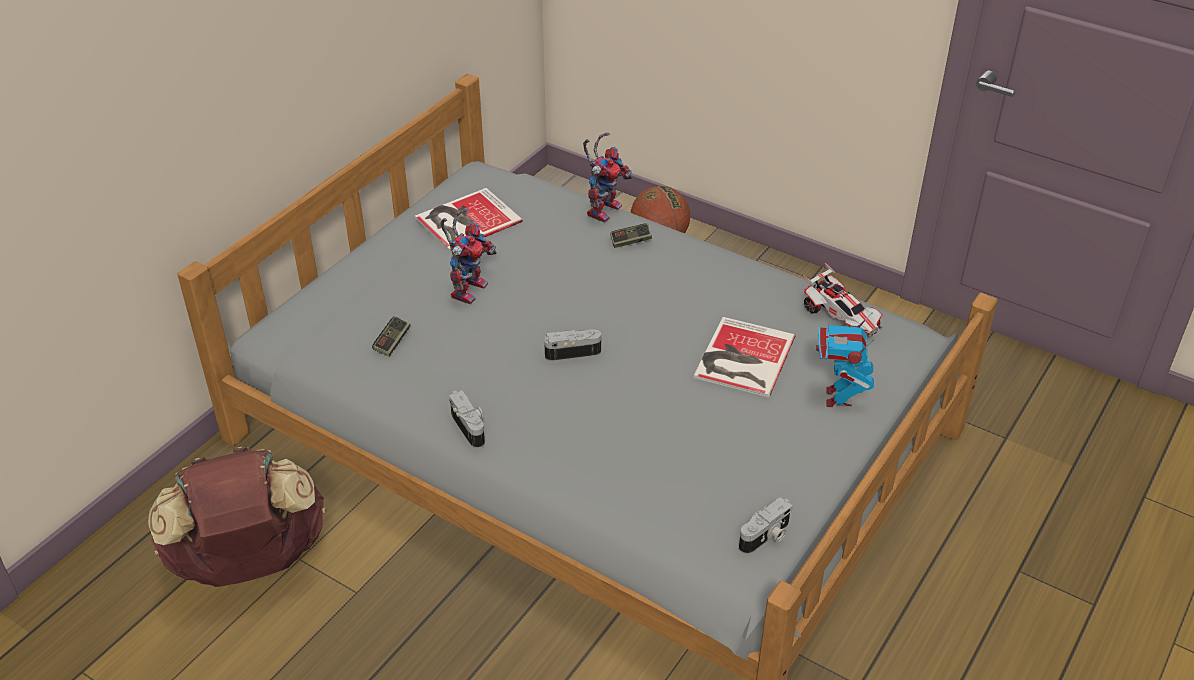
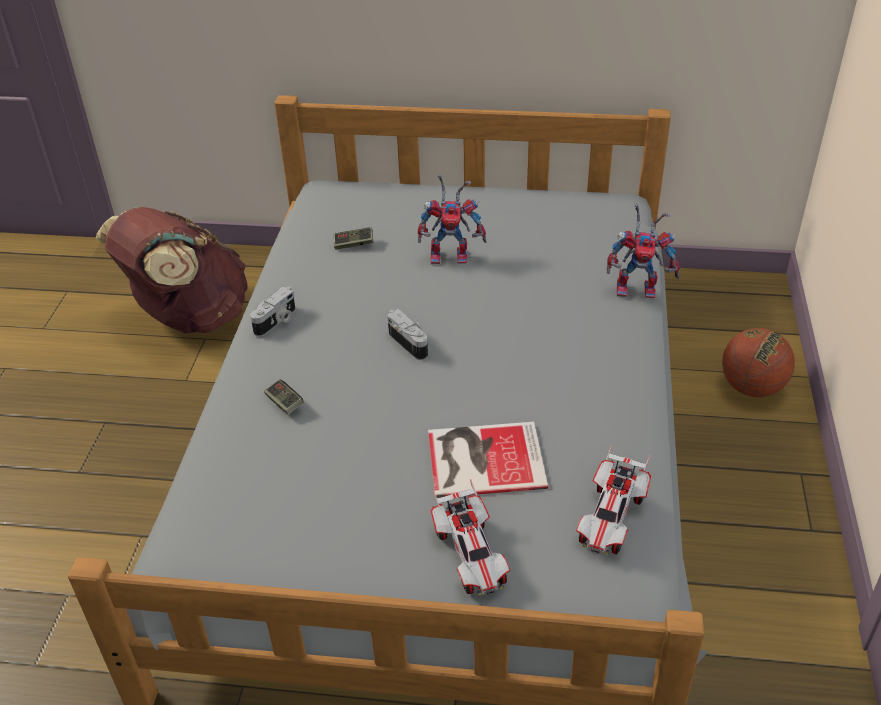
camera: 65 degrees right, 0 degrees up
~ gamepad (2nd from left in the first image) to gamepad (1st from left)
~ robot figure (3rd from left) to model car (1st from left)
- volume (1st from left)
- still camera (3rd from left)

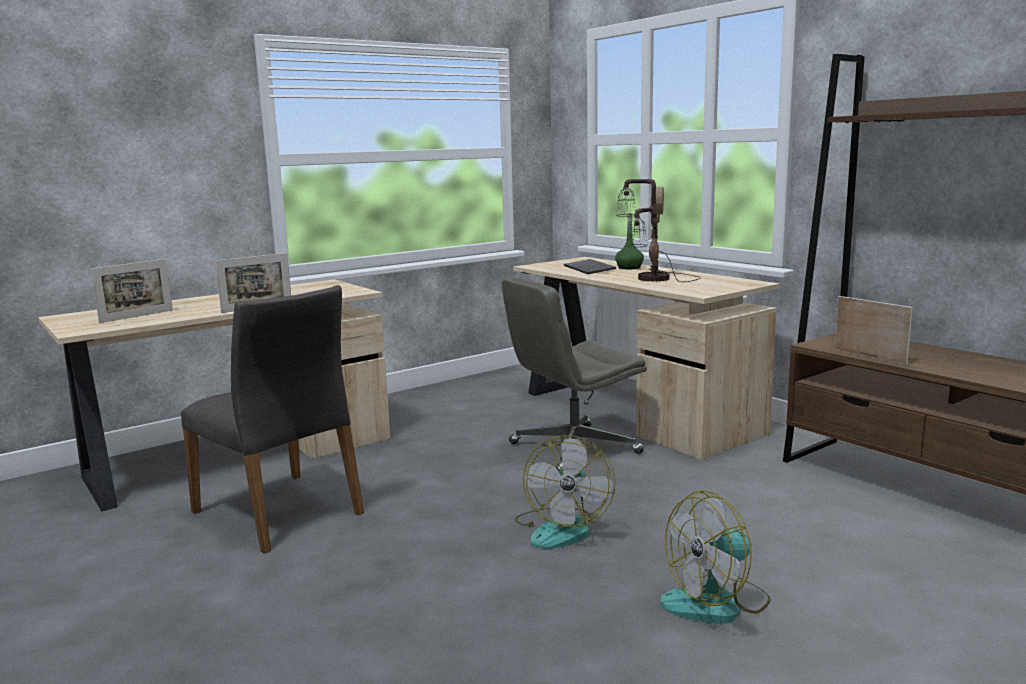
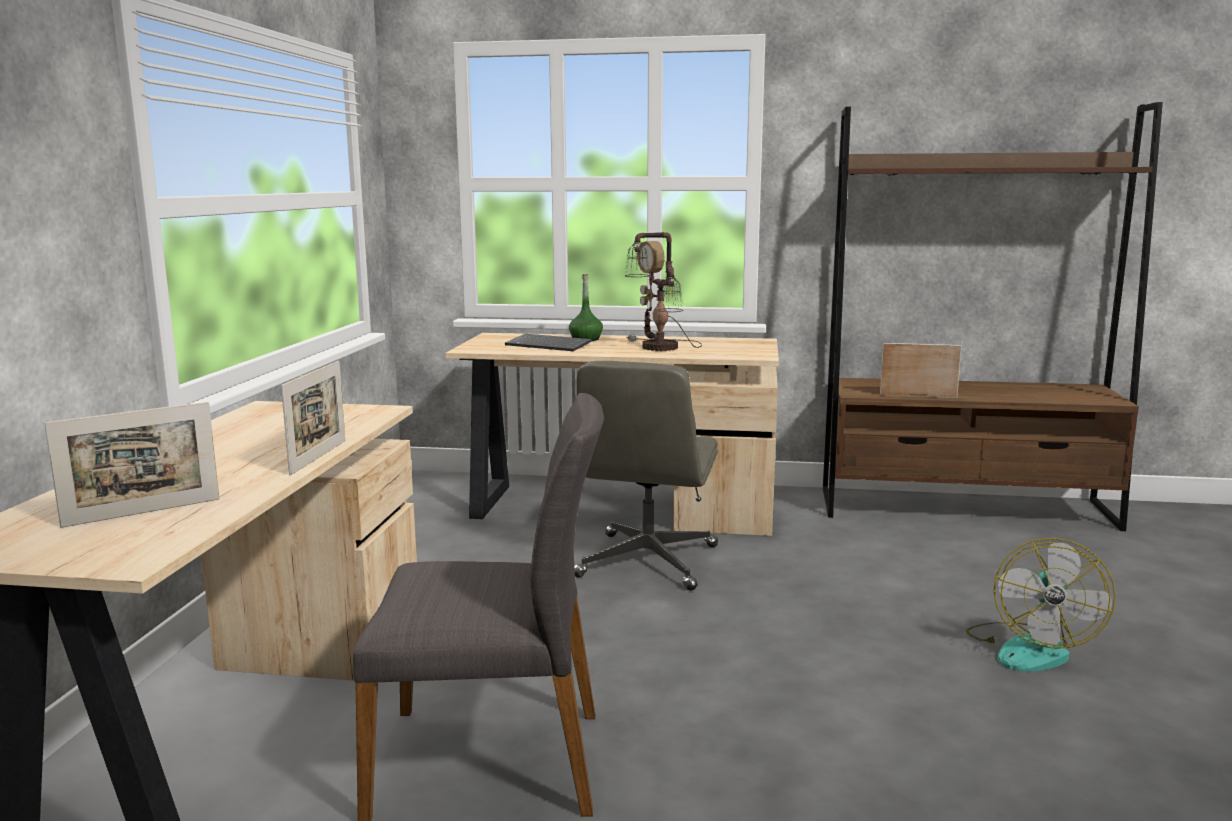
camera: 45 degrees left, 0 degrees up
~ standing frame (1st from left) 60 degrees clockwise
- electric fan (1st from left)

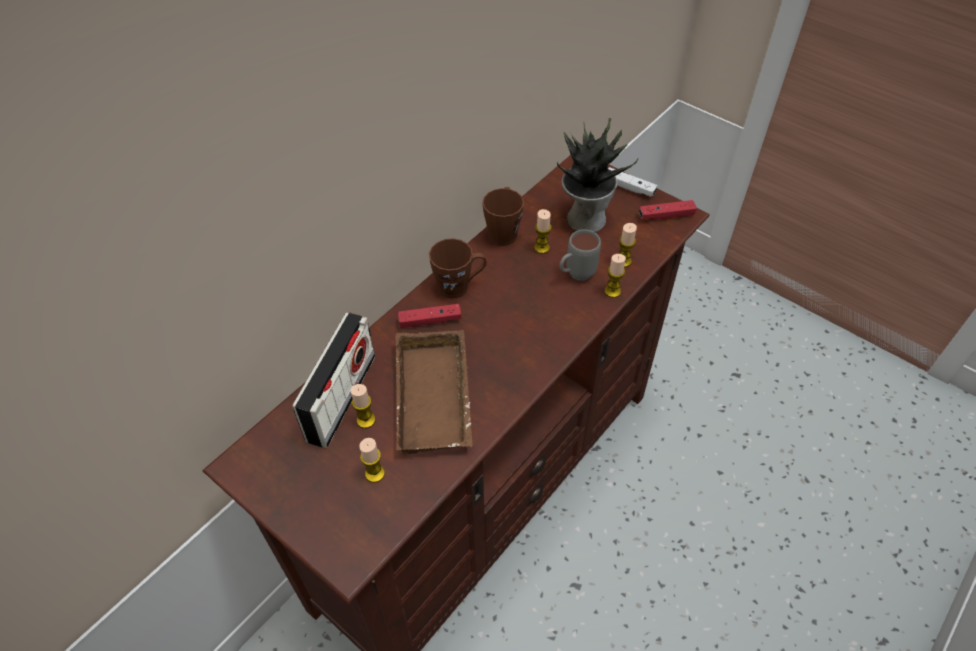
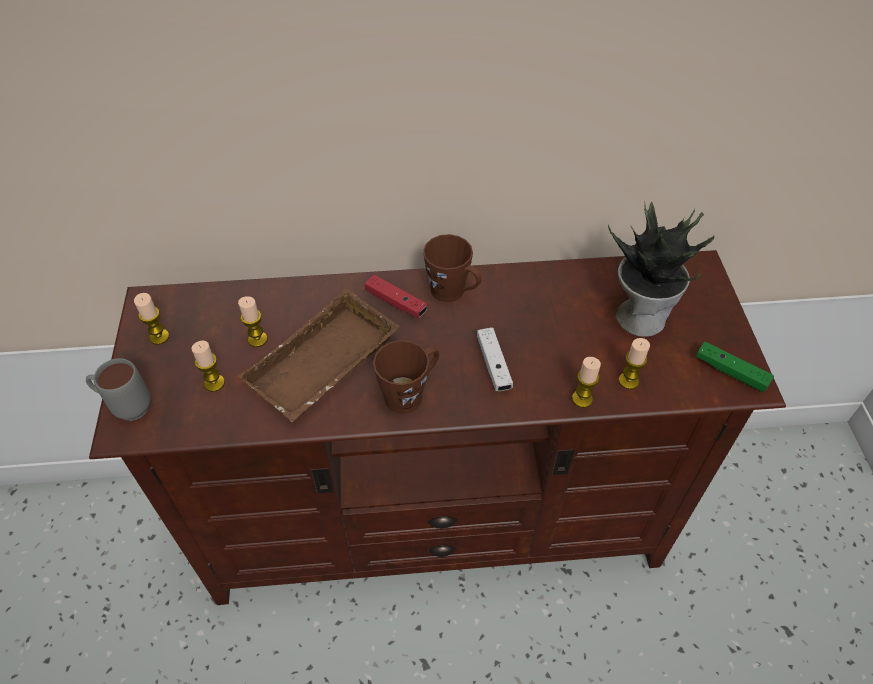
camera: 45 degrees right, 0 degrees up
~ grey mug
~ candle (3rd from left in the first image) to candle (1st from left)
~ brownish mug (2nd from left in the first image) to brownish mug (1st from left)
~ whitish gamepad
~ reddish gamepad (2nd from left) to green gamepad
- radio receiver

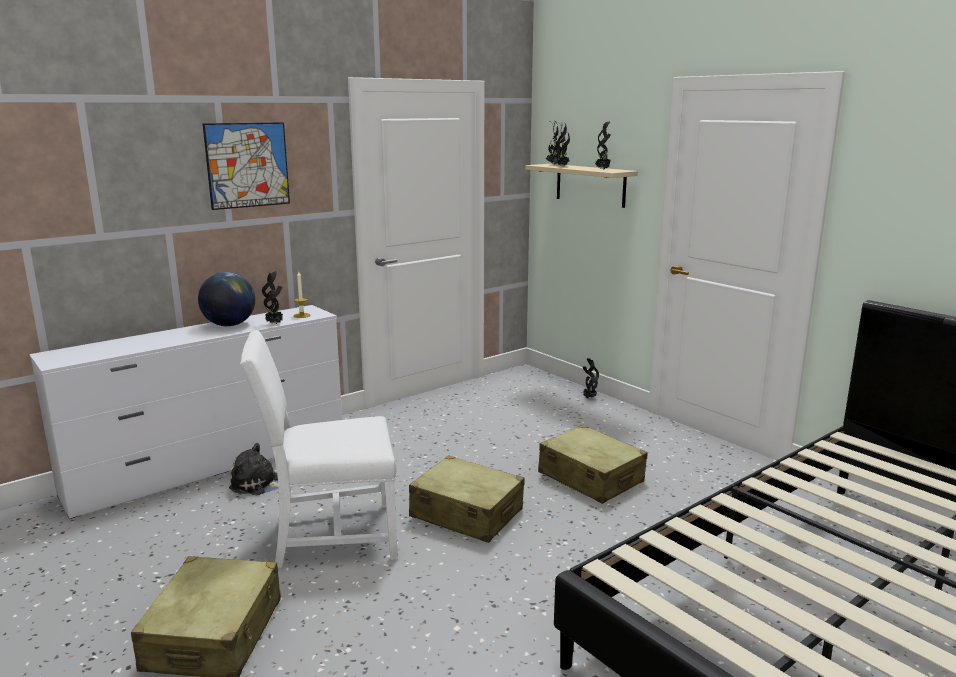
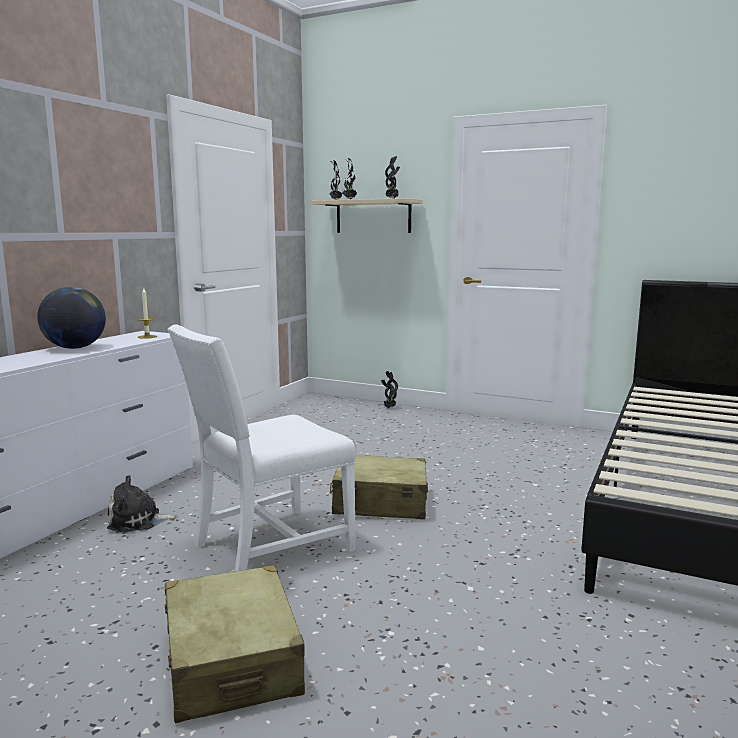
camera: 25 degrees left, 5 degrees down
- wall picture
- potted plant (1st from left)
- beige suitcase (3rd from left)

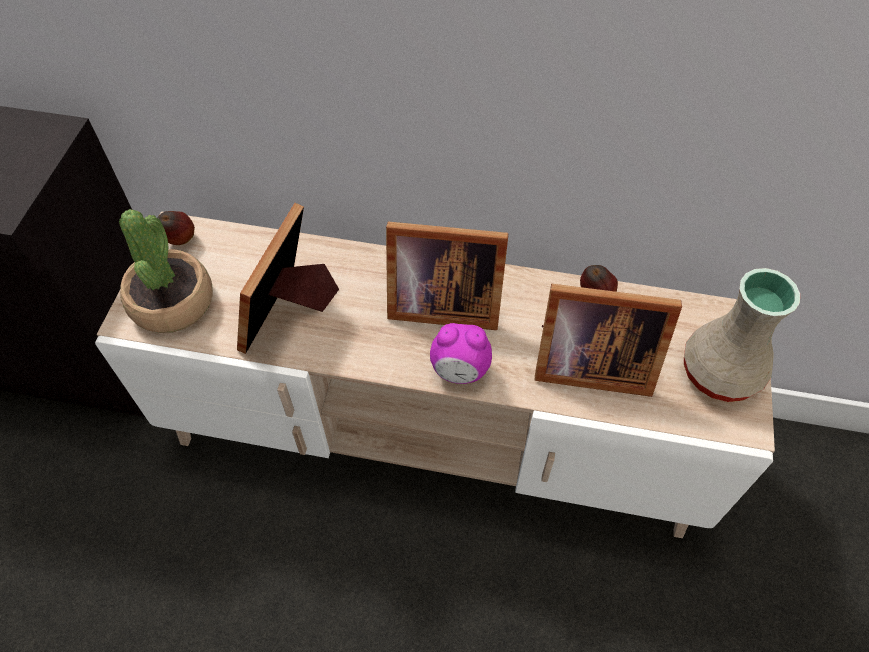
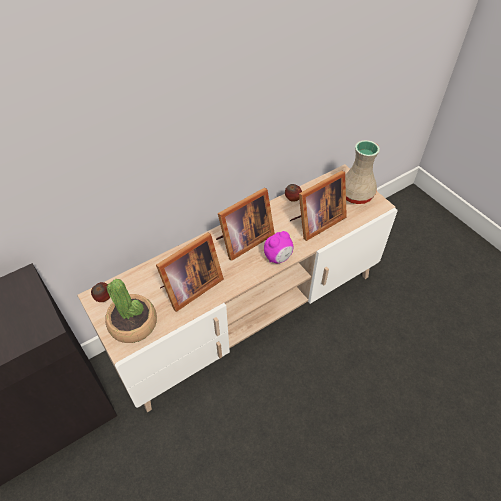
camera: 45 degrees left, 5 degrees down
~ standing frame (1st from left) 105 degrees counterclockwise

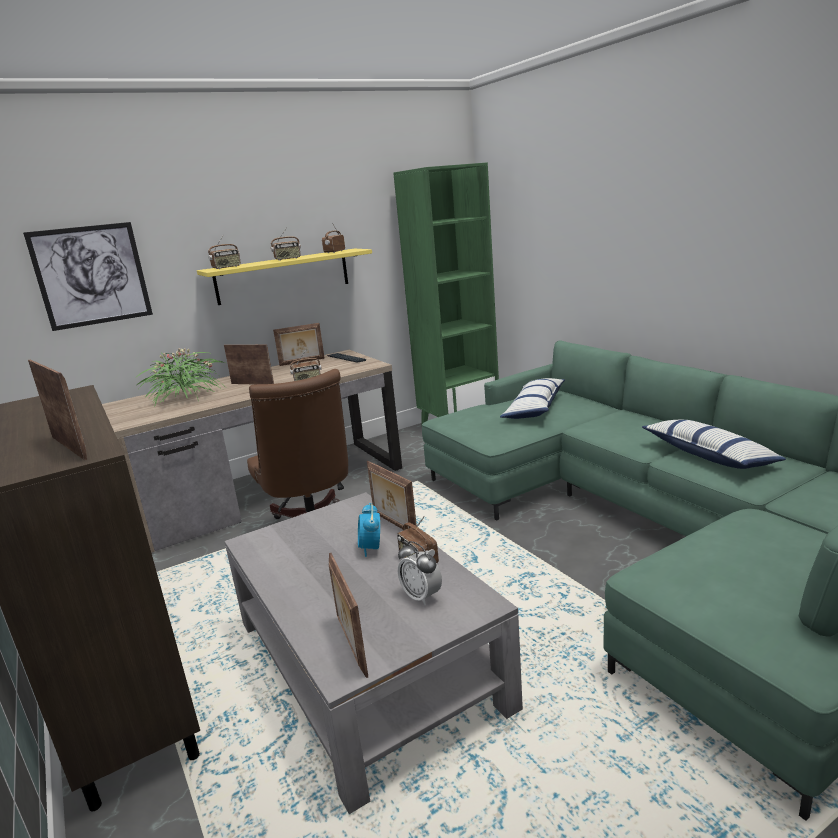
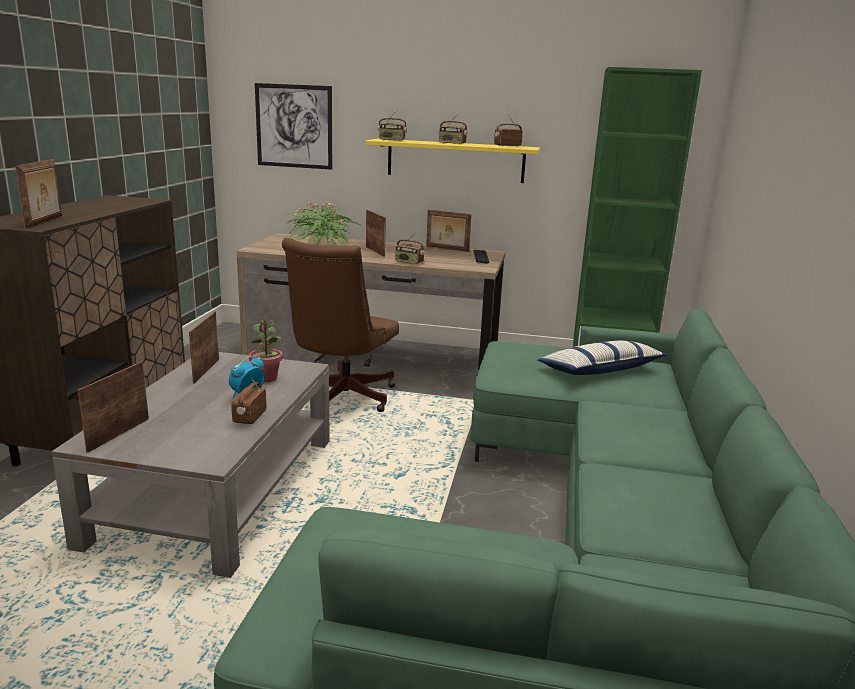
camera: 40 degrees right, 0 degrees up
~ standing frame (5th from left in the first image) to standing frame (3rd from left)
+ potted plant (1st from left)
- table clock (2nd from left)
- cushion (2nd from left)

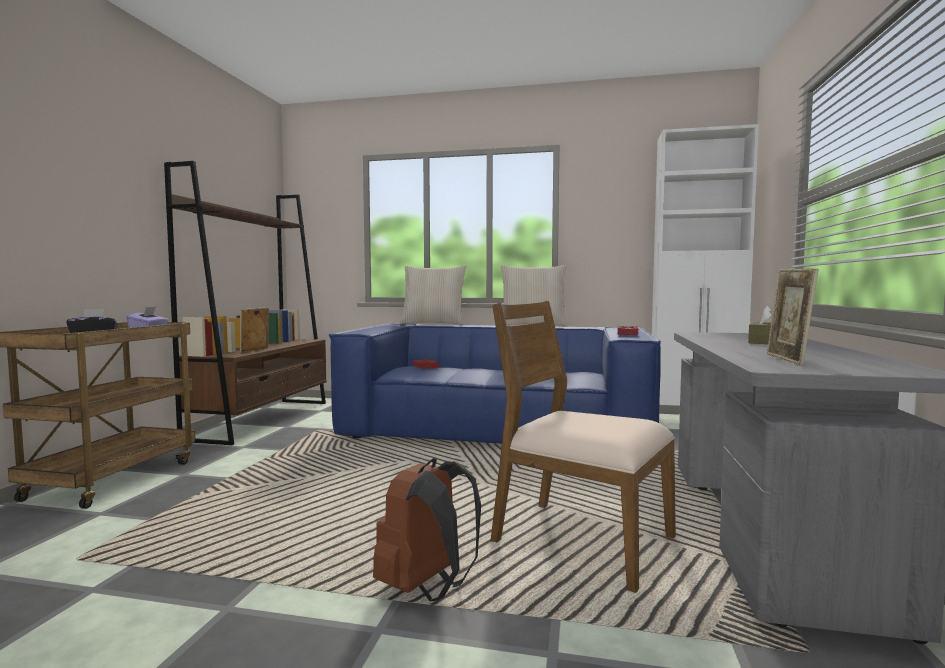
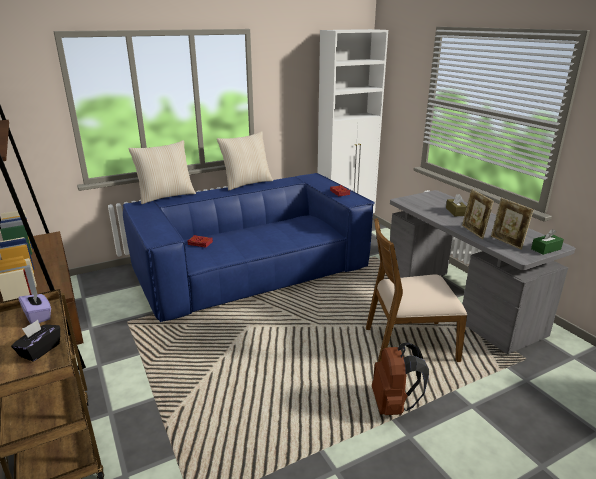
camera: 40 degrees left, 20 degrees up
~ standing frame (1st from left)
+ green box of tissues

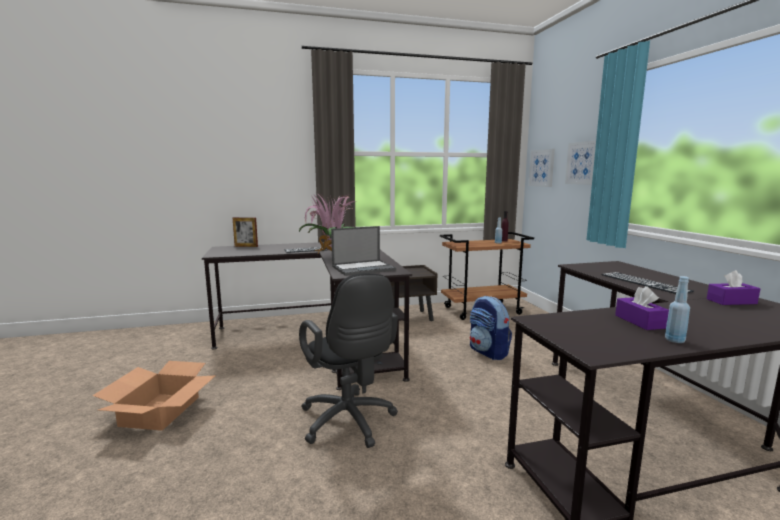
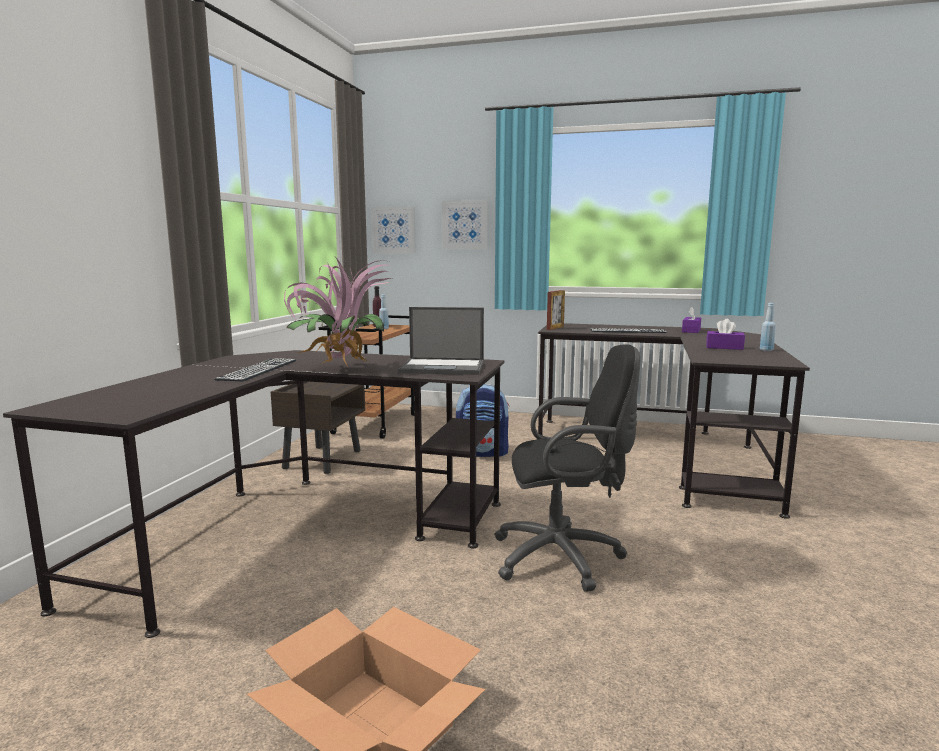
camera: 60 degrees left, 0 degrees up
~ laptop 90 degrees clockwise
~ standing frame

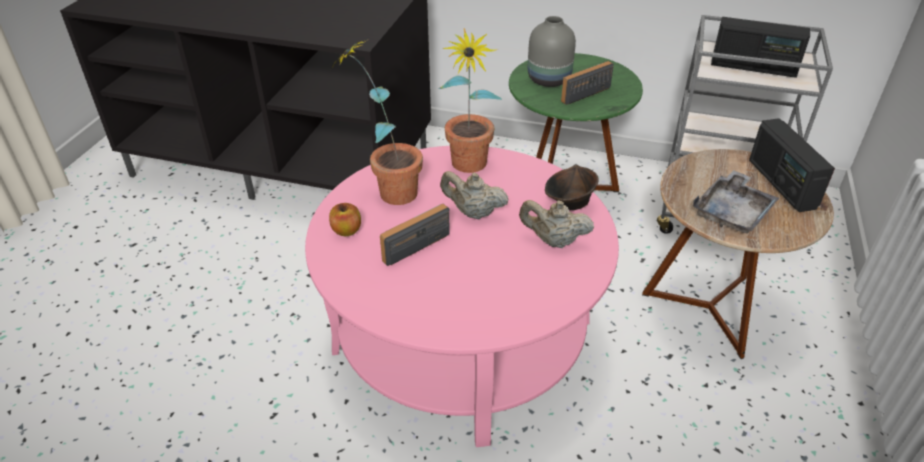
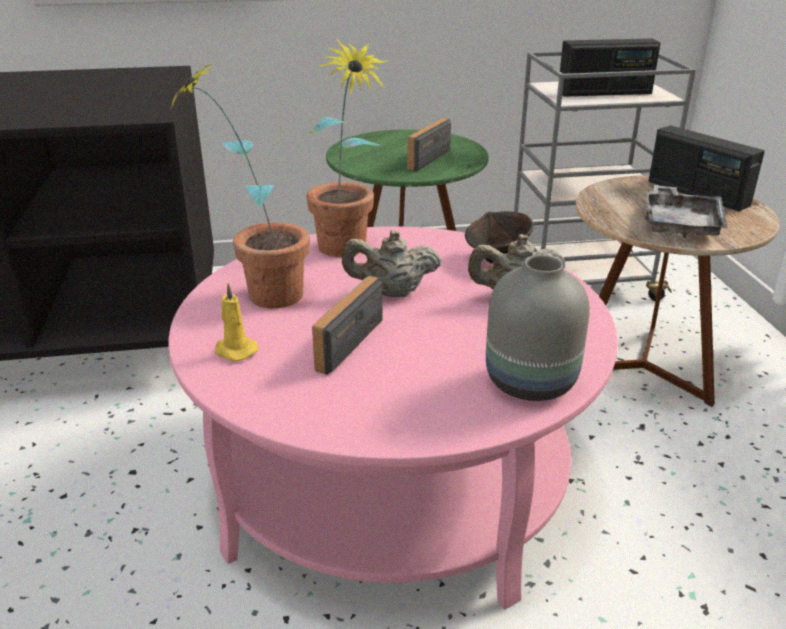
camera: 25 degrees left, 10 degrees down
~ whole apple to yellow-coloured candle
~ grey decorative vase

